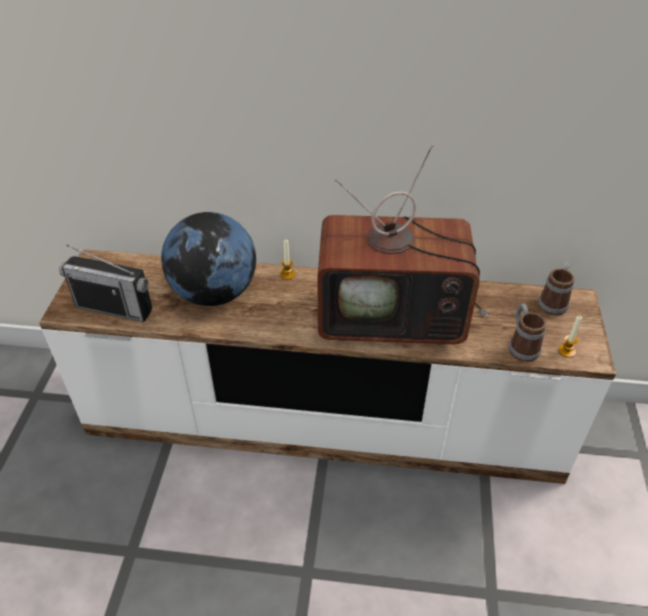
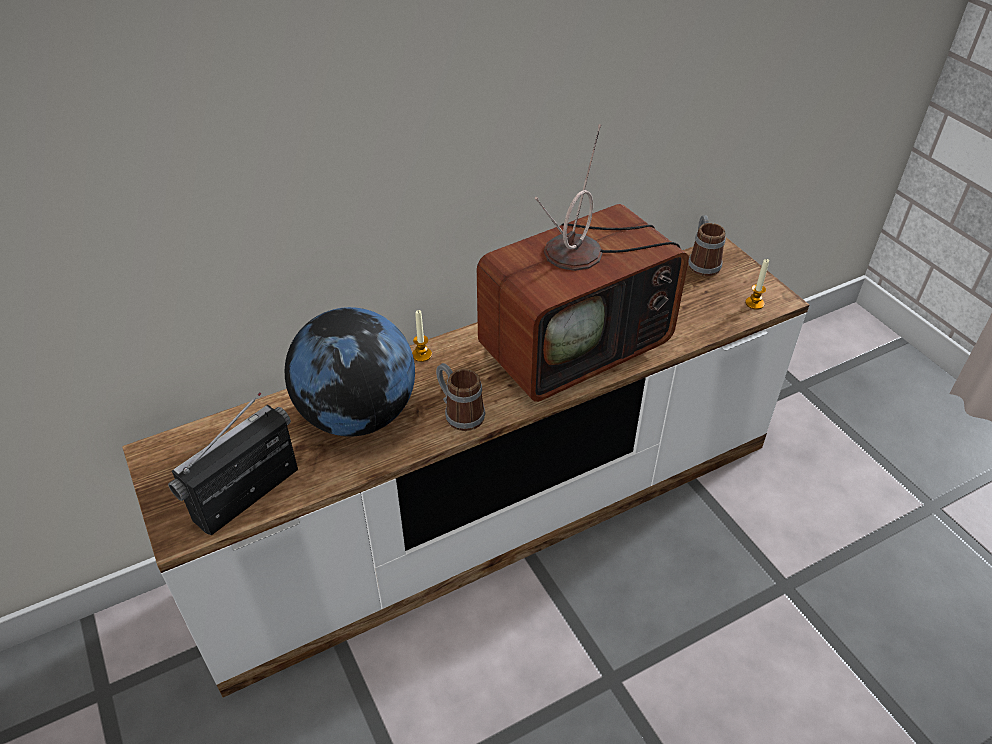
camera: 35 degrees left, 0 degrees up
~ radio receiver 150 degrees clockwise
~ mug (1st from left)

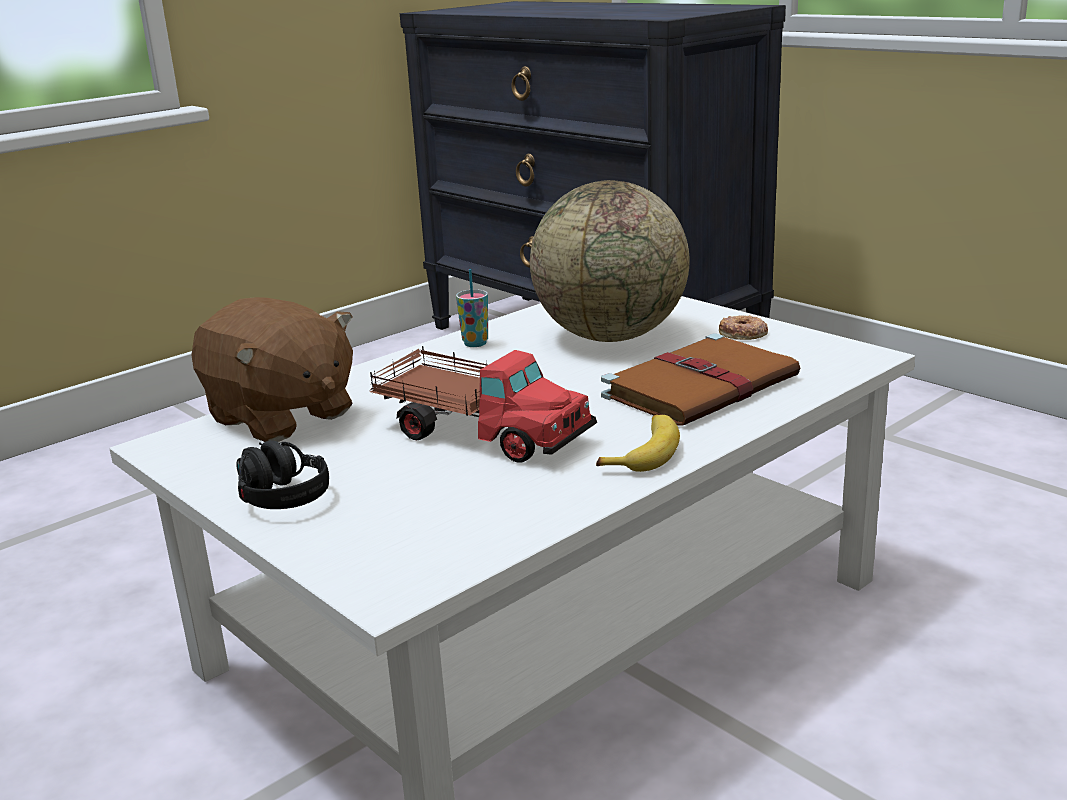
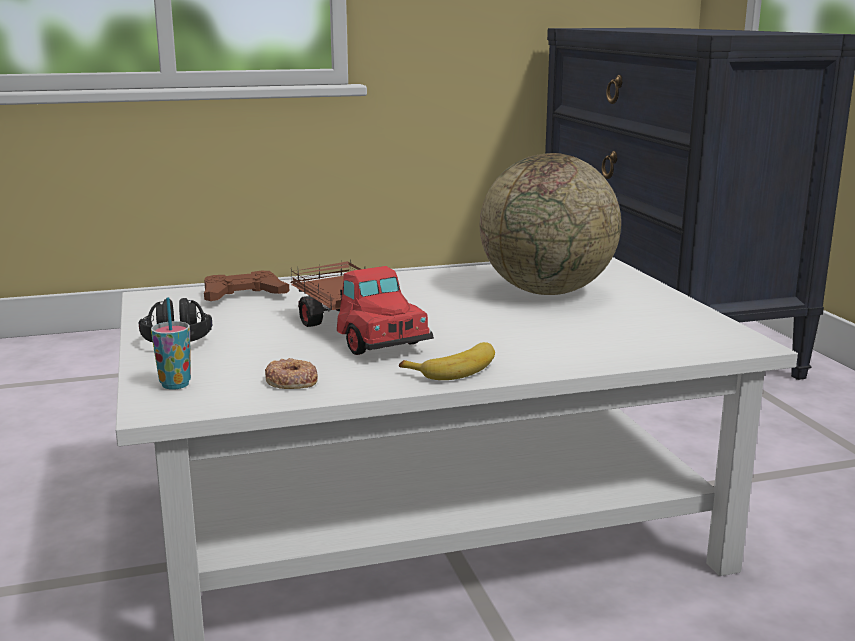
camera: 25 degrees right, 5 degrees down
~ cup
~ brownish plush toy to brownish gamepad
~ ring doughnut
- brownish volume

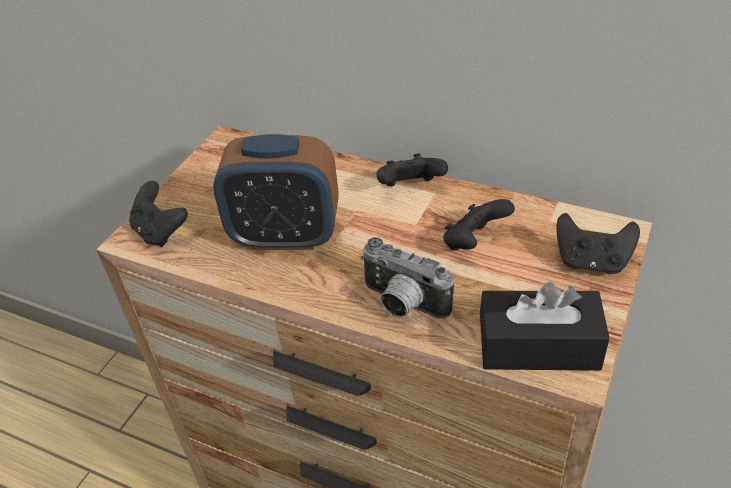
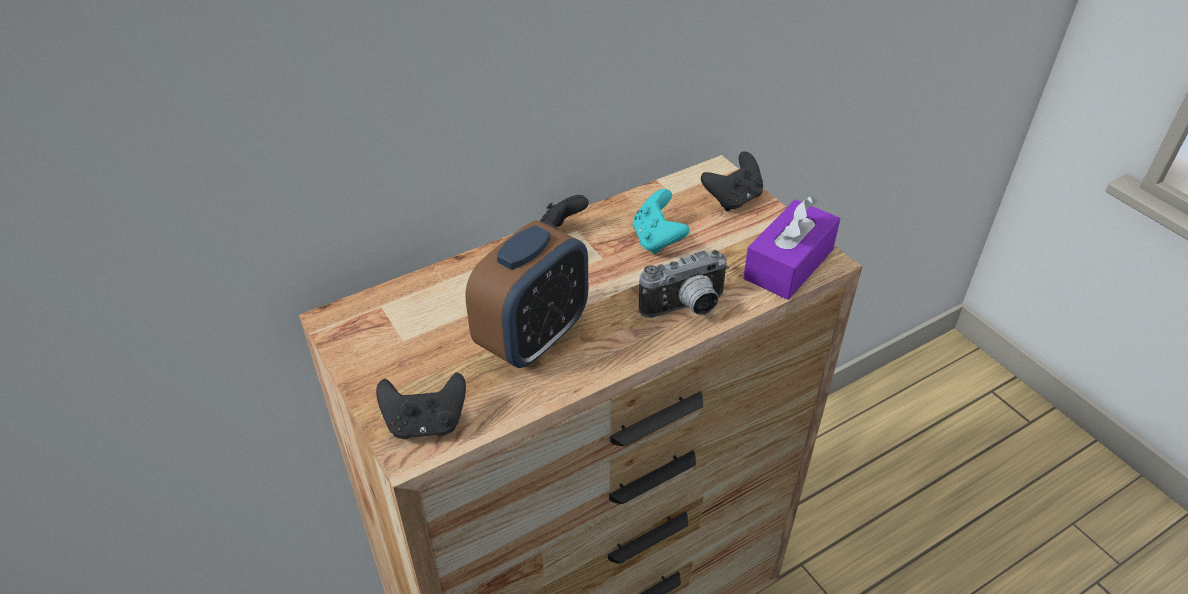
camera: 60 degrees left, 0 degrees up
~ black gamepad (3rd from left) to blue-green gamepad
~ black box of tissues to purple box of tissues

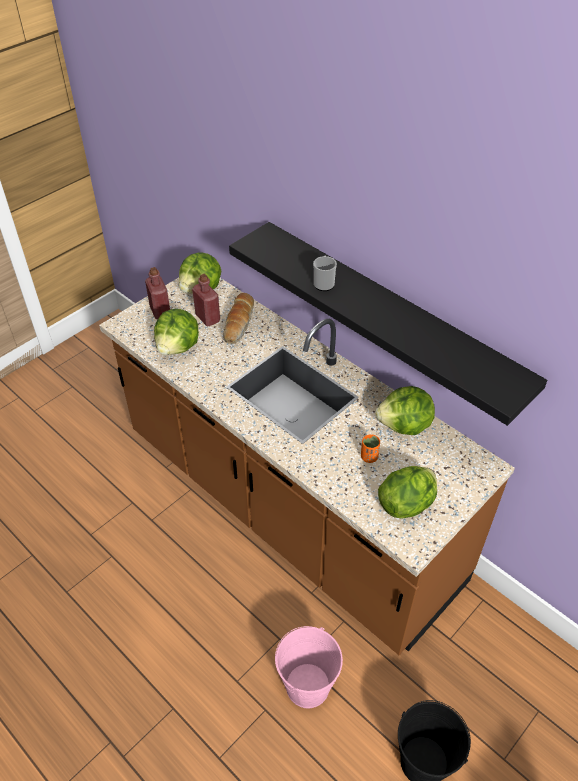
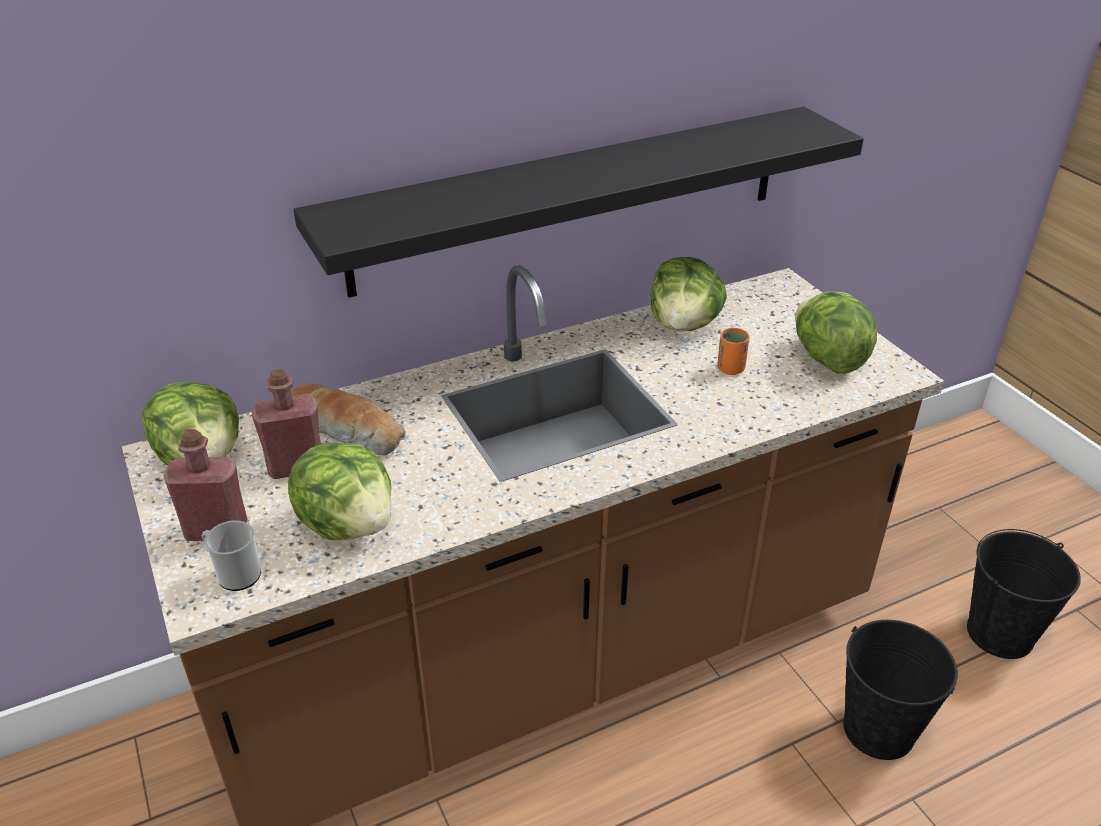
camera: 70 degrees left, 10 degrees down
~ mug
~ pinkish bucket to black bucket (1st from left)

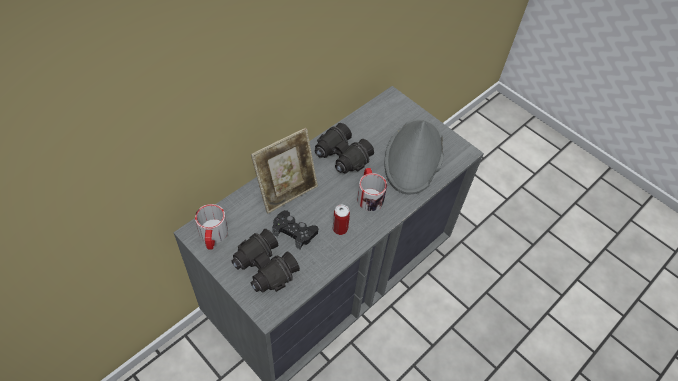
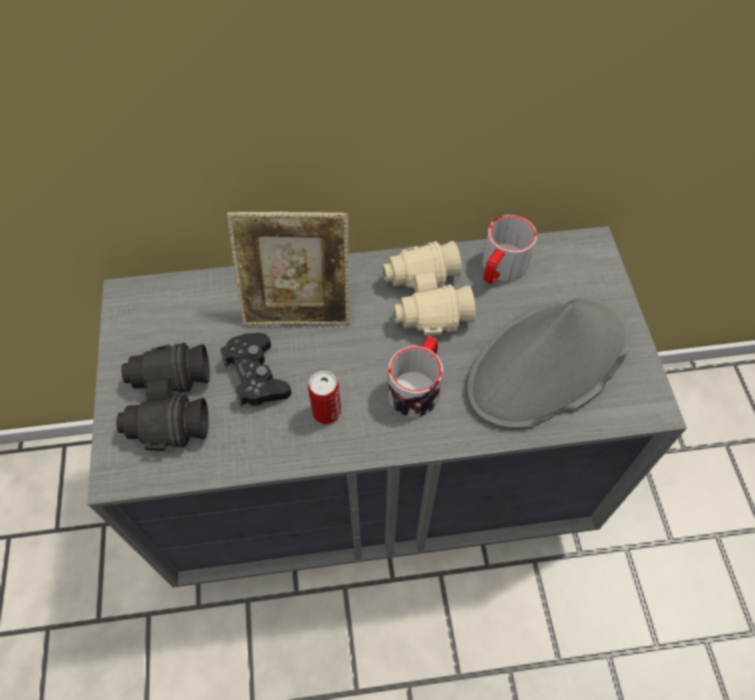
camera: 40 degrees right, 5 degrees up
~ black field glasses (2nd from left) to beige field glasses
~ mug (1st from left in the first image) to mug (2nd from left)

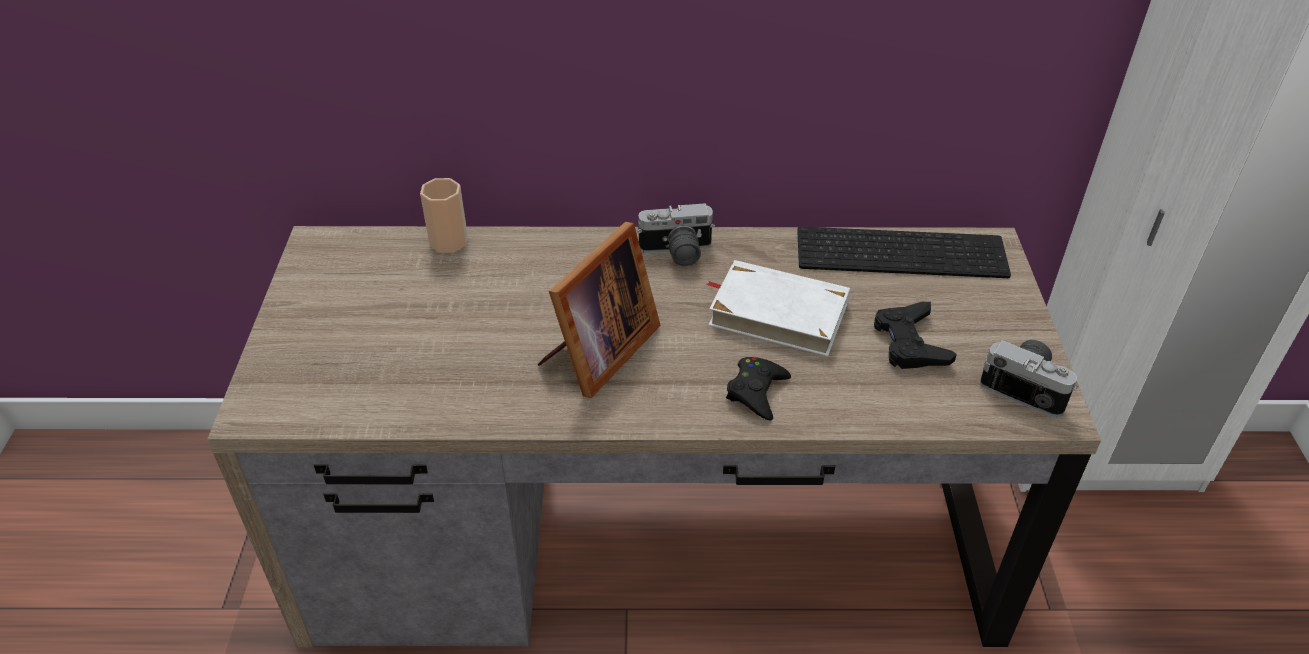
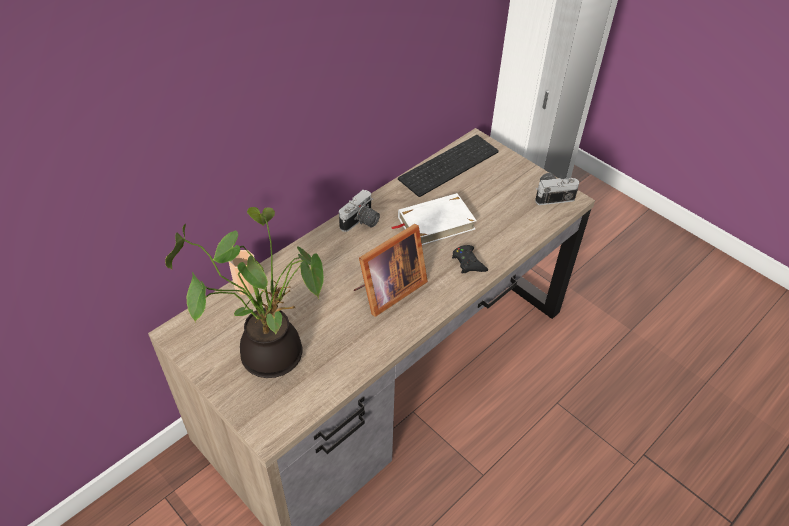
camera: 45 degrees left, 5 degrees up
+ potted plant
~ standing frame 60 degrees clockwise
- black gamepad (2nd from left)

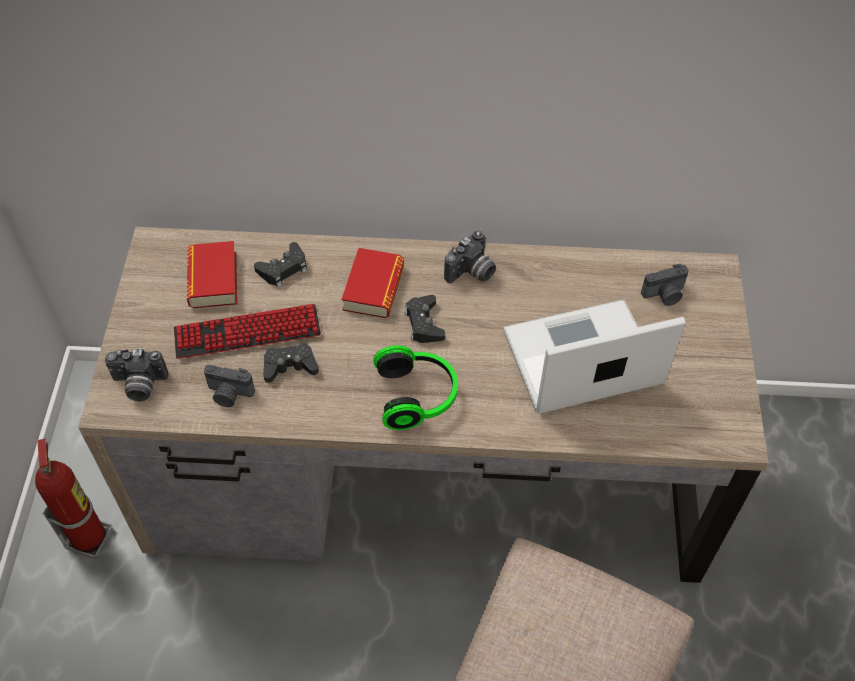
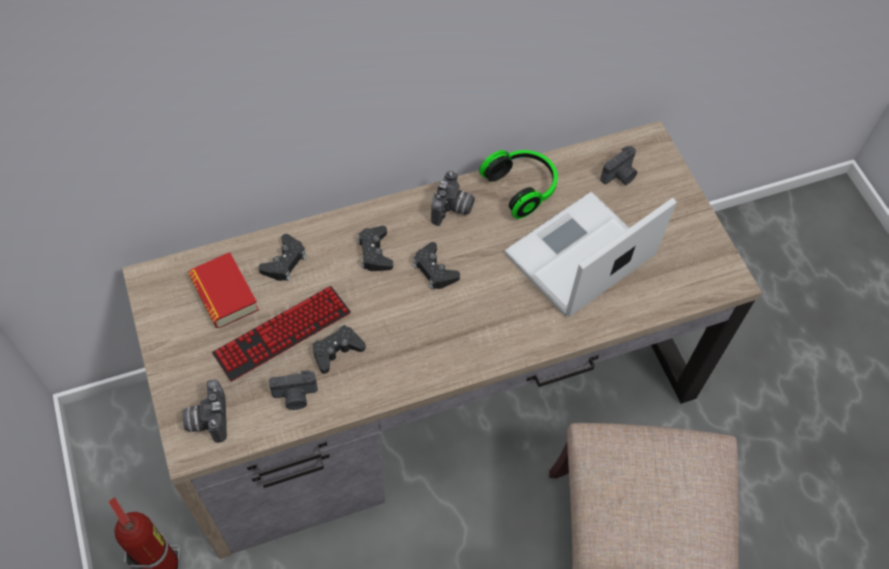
camera: 25 degrees left, 5 degrees up
~ still camera (1st from left) 105 degrees clockwise
~ volume (2nd from left) to black gamepad (3rd from left)
~ headset

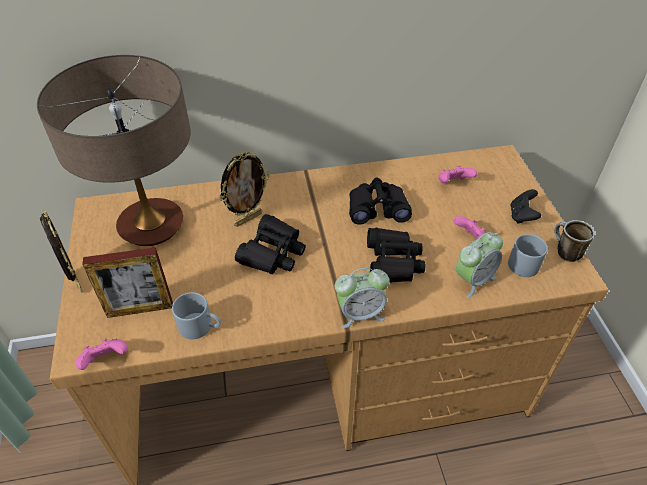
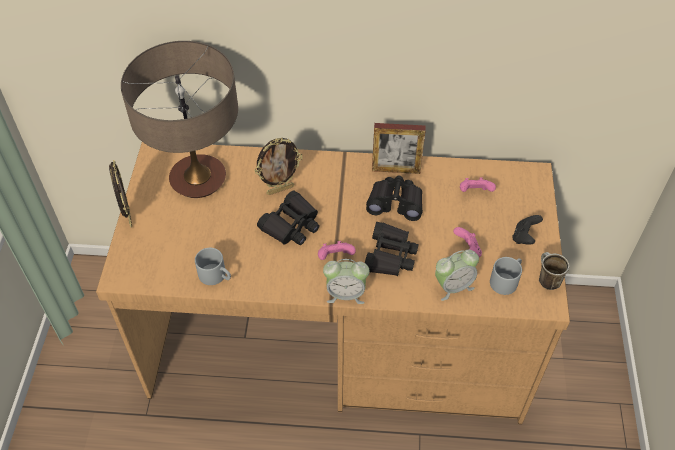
camera: 15 degrees right, 5 degrees up
~ pinkish gamepad (1st from left)
~ standing frame (2nd from left in the first image) to standing frame (3rd from left)

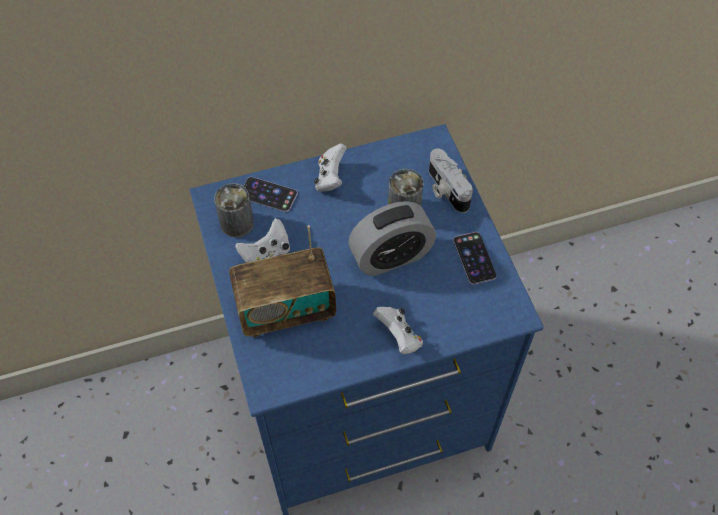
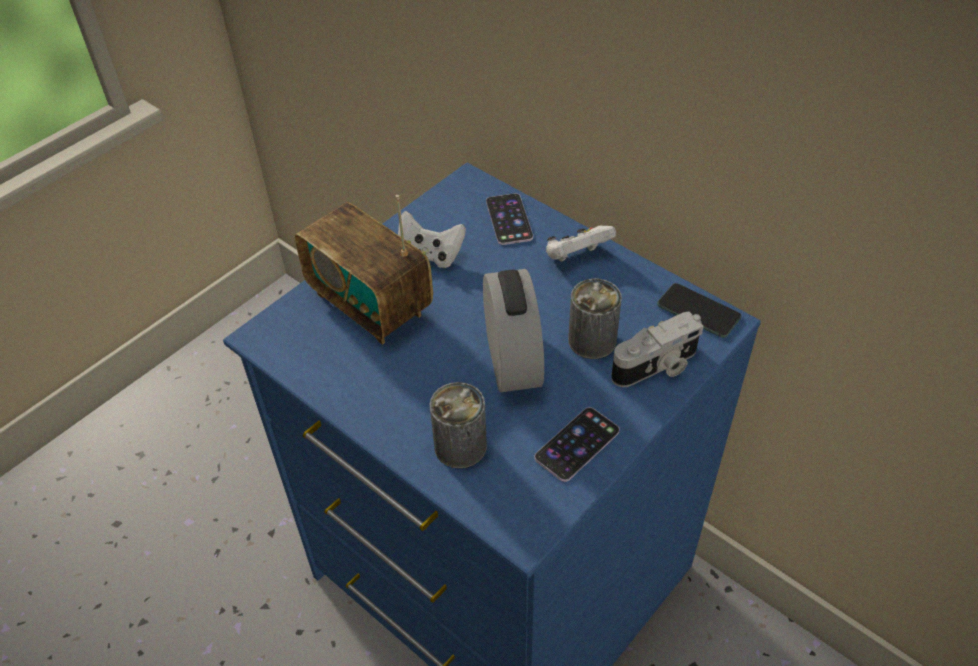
camera: 60 degrees right, 10 degrees down
~ can (1st from left)
~ table clock 135 degrees counterclockwise
~ still camera 150 degrees counterclockwise
+ phone (3rd from left)
- whitish gamepad (3rd from left)

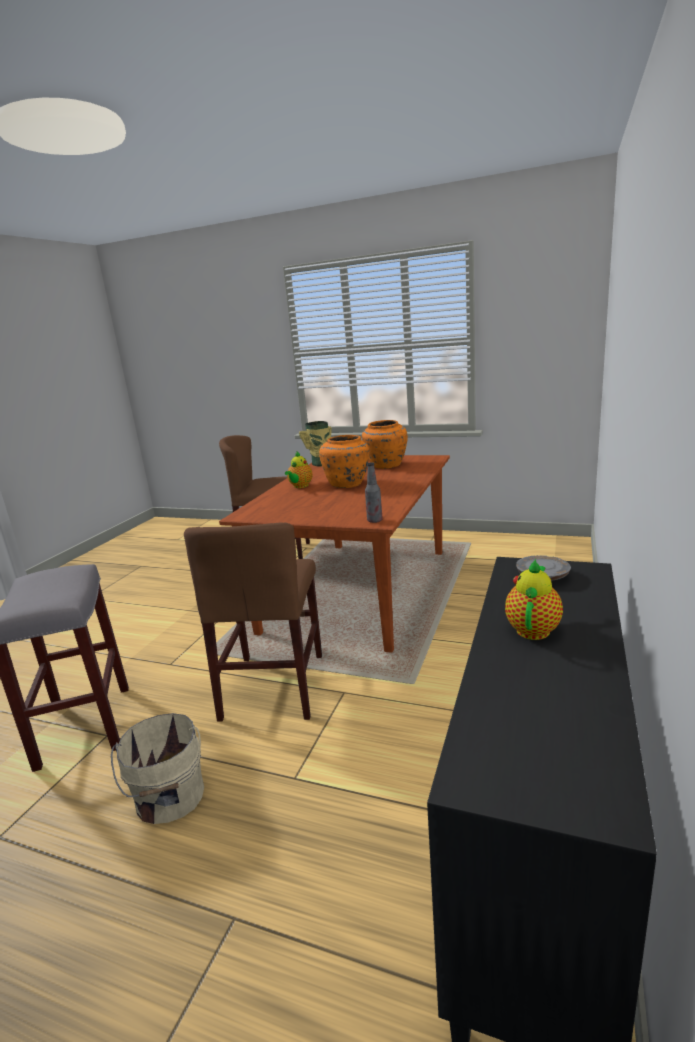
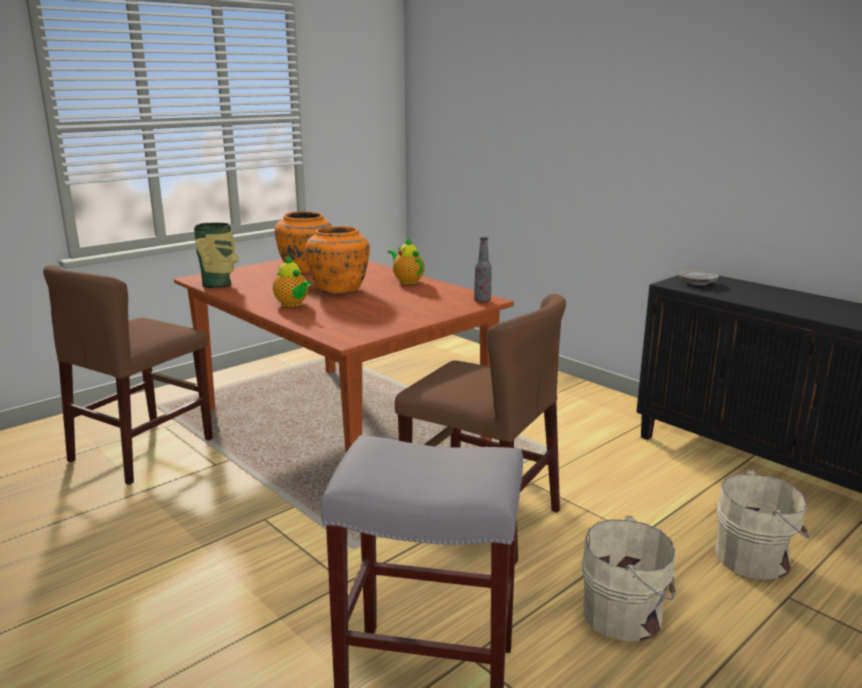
camera: 65 degrees left, 0 degrees up
~ teapot (2nd from left)
+ beige bucket (2nd from left)

